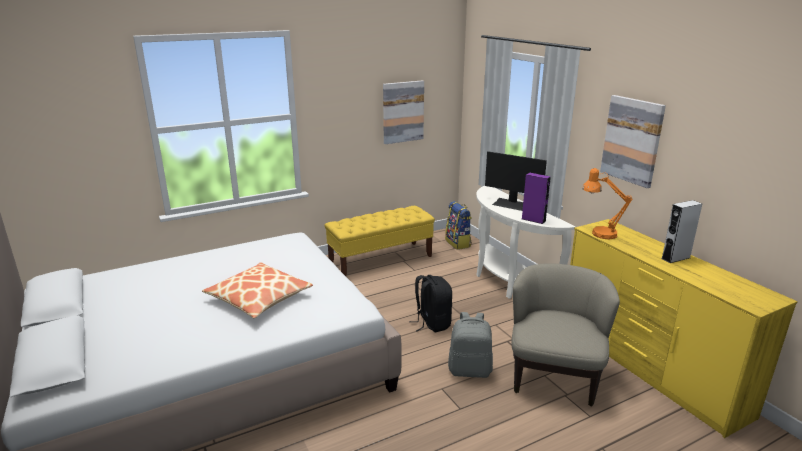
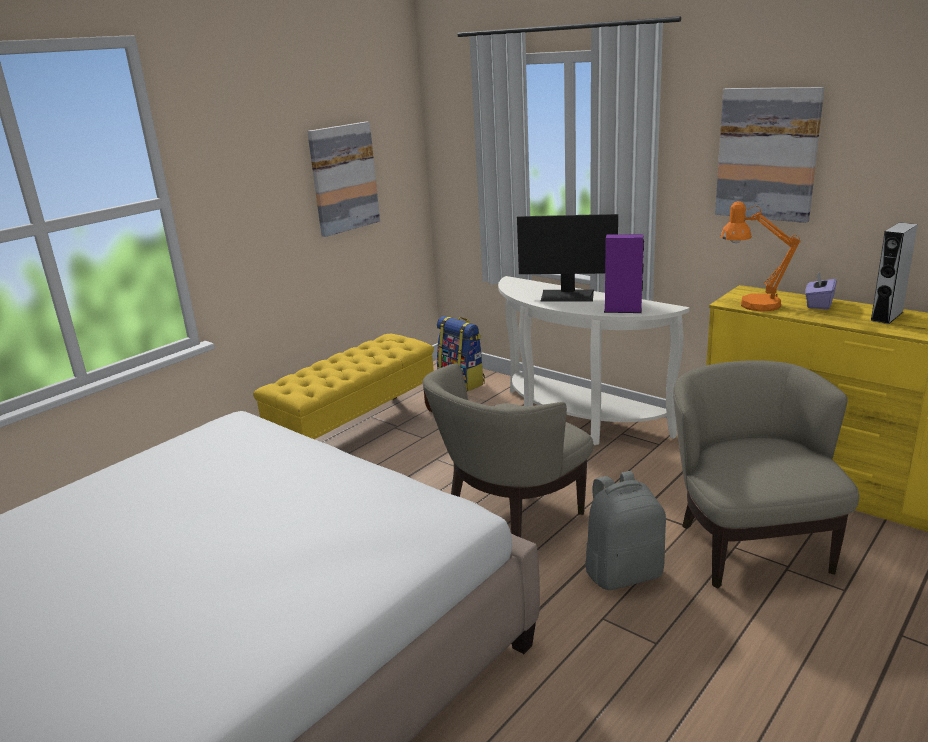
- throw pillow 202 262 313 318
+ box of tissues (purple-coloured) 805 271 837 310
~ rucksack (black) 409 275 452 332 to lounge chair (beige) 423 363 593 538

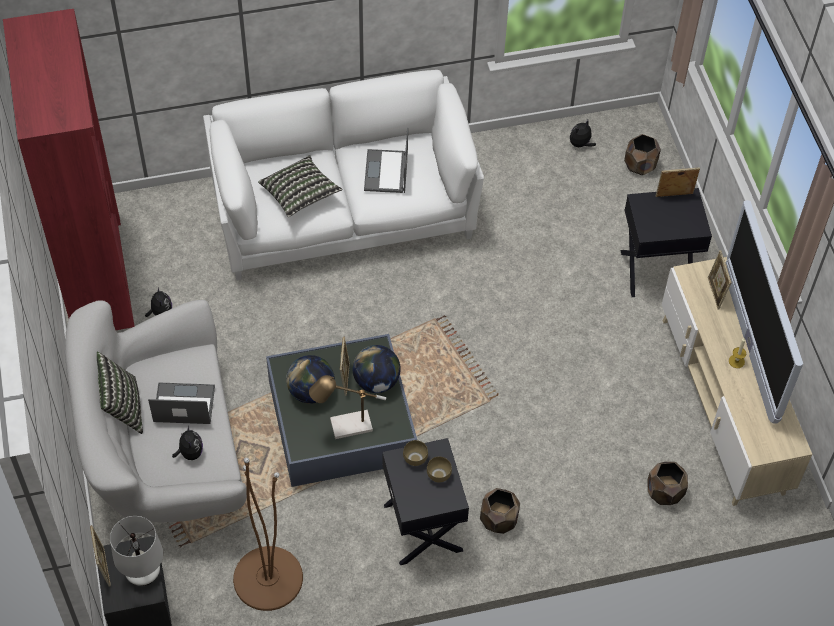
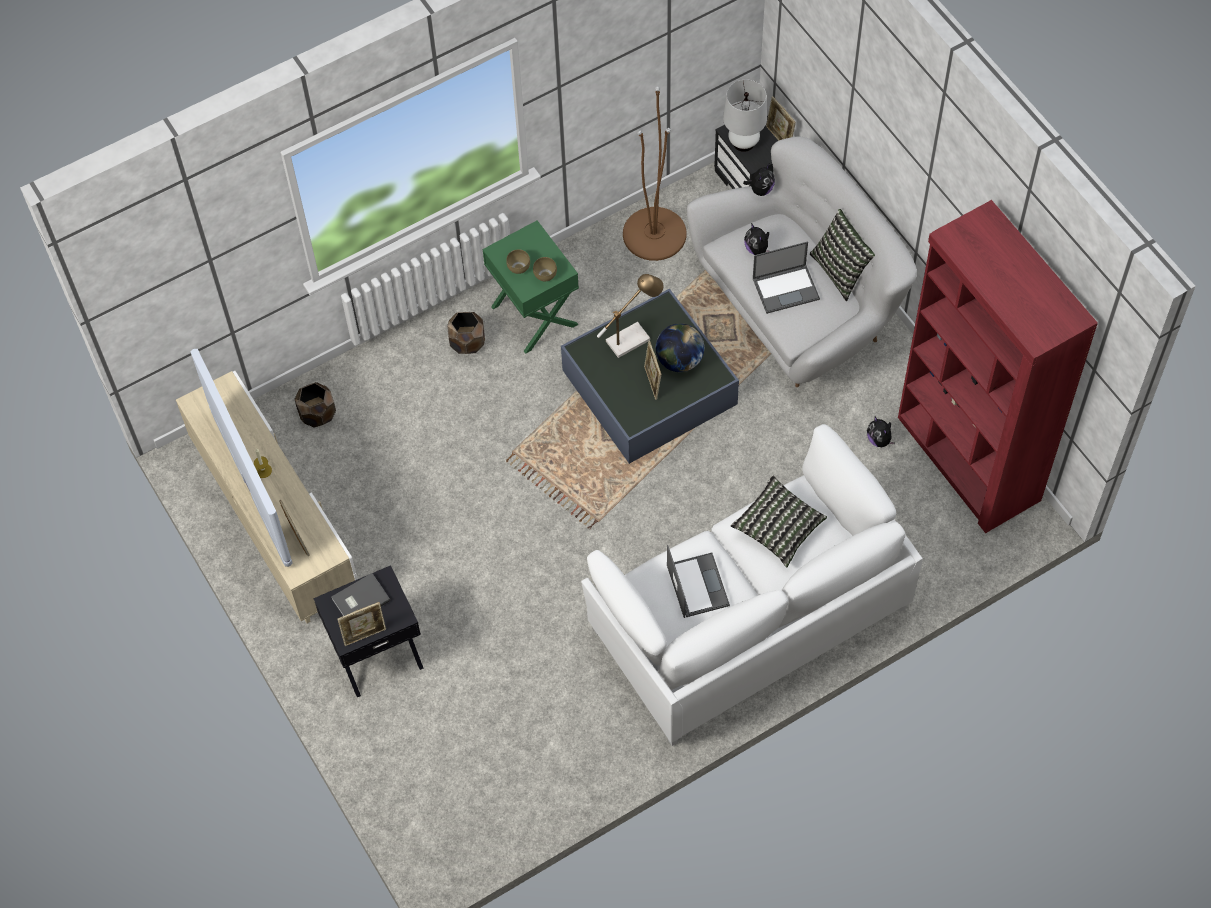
- world globe 352 345 401 393
- plant pot (brownish) 624 134 661 175
+ book (grey) 332 573 390 616
~ cuddly toy 570 120 596 147 to 743 164 775 196
~ accent table (black) 382 438 469 565 to accent table (green) 483 220 579 354

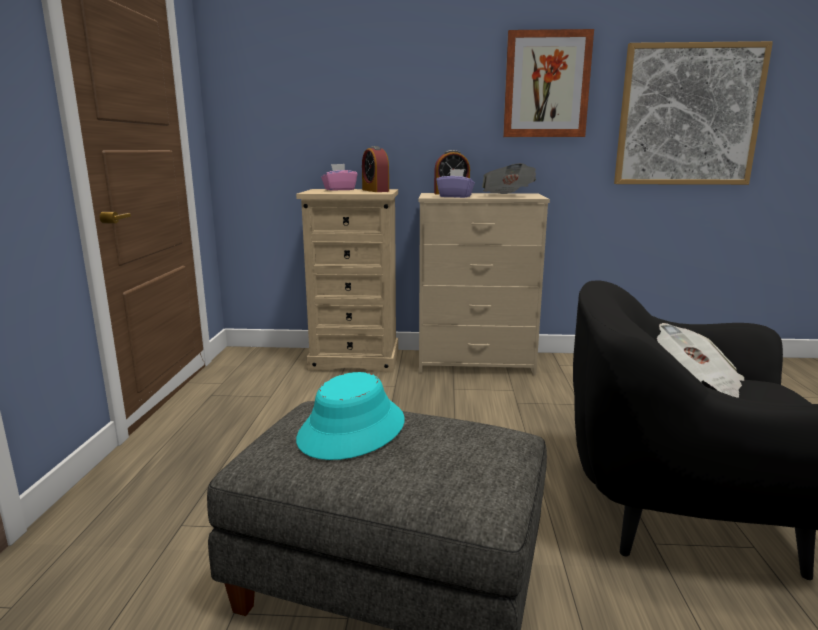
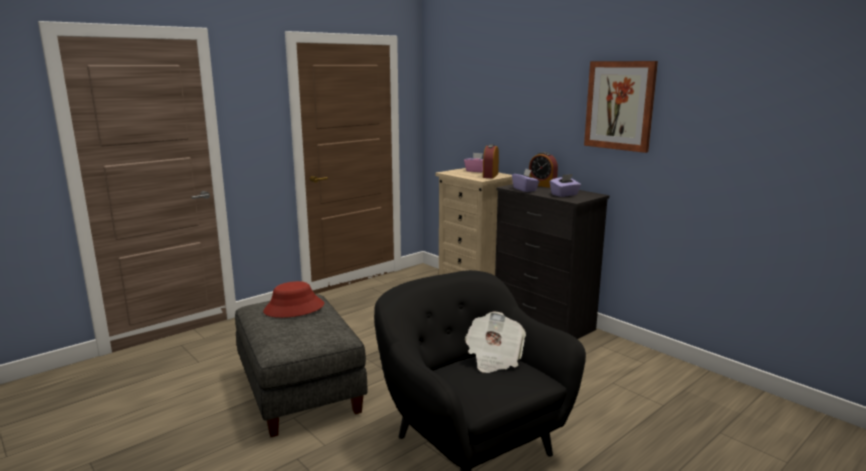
- picture 614 41 773 185
~ newspaper 482 163 536 194 to box of tissues (purple-coloured) 550 174 581 197
~ hat (blue-green) 296 372 405 460 to hat (red) 263 281 324 318
~ drawer chest (beige) 419 193 550 375 to drawer chest (black) 495 184 609 339

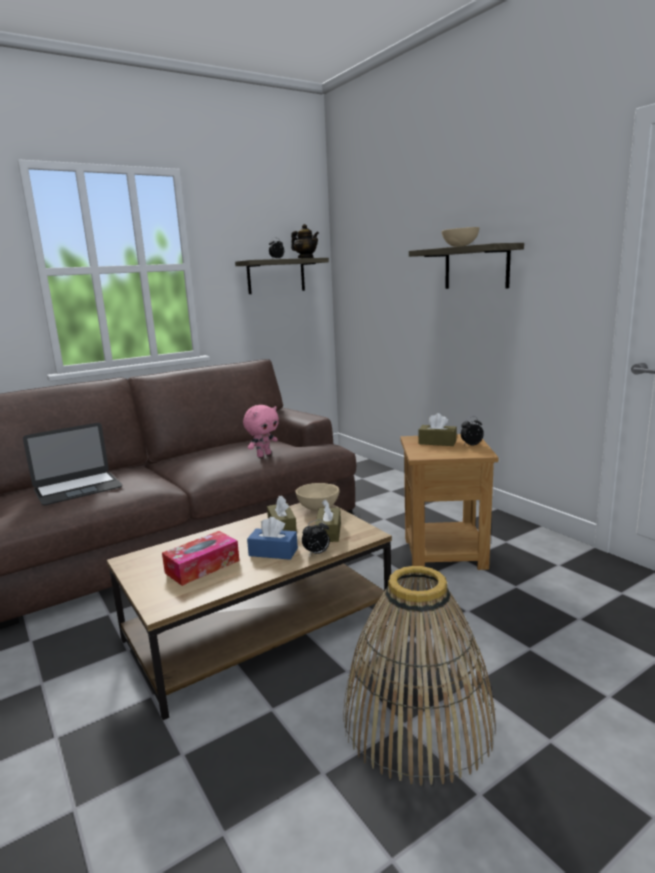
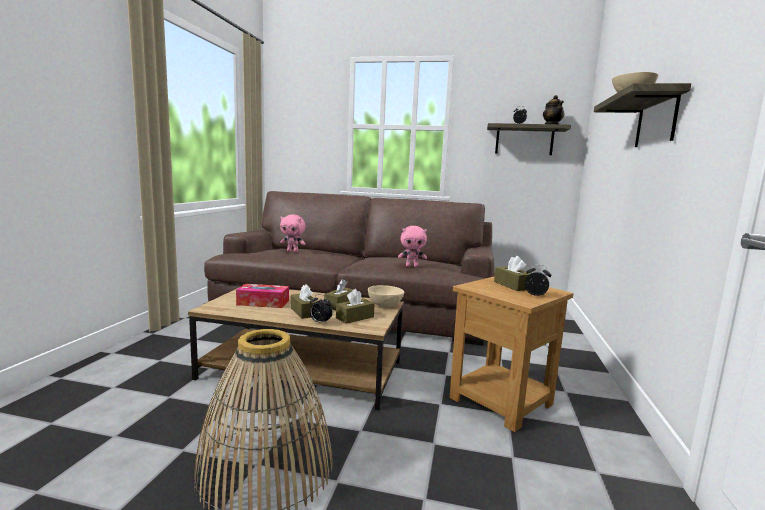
~ portable computer 23 423 122 505 to cuddly toy (pink) 280 215 305 252
~ box of tissues (bluish) 247 517 298 560 to box of tissues (brownish) 291 284 317 319

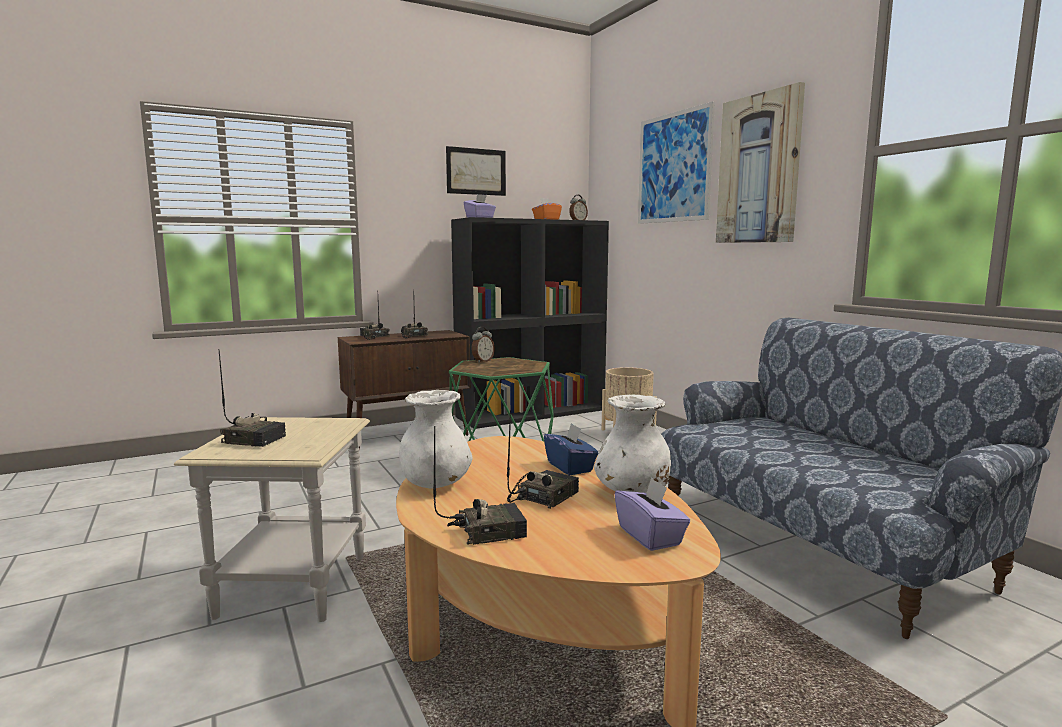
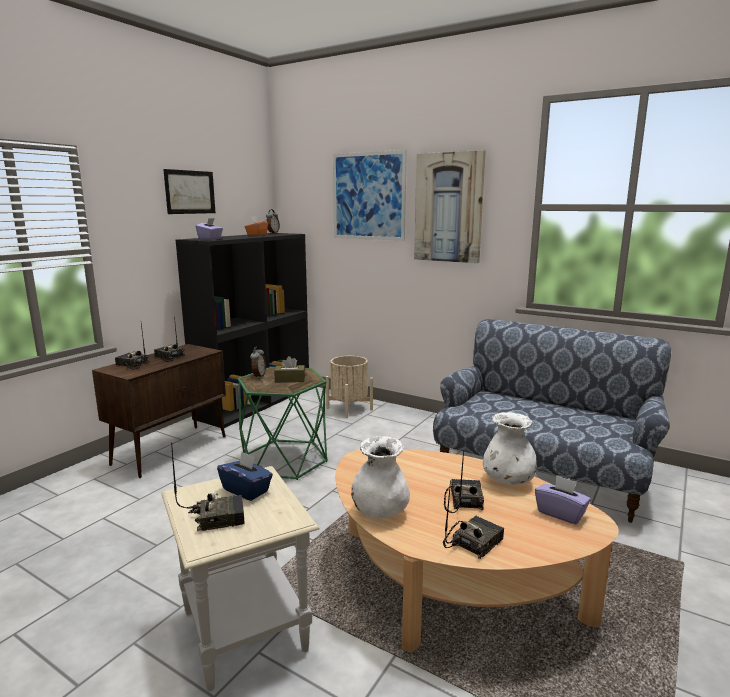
+ box of tissues (brownish) 274 356 305 382
~ box of tissues (bluish) 544 423 598 475 to 217 452 273 501

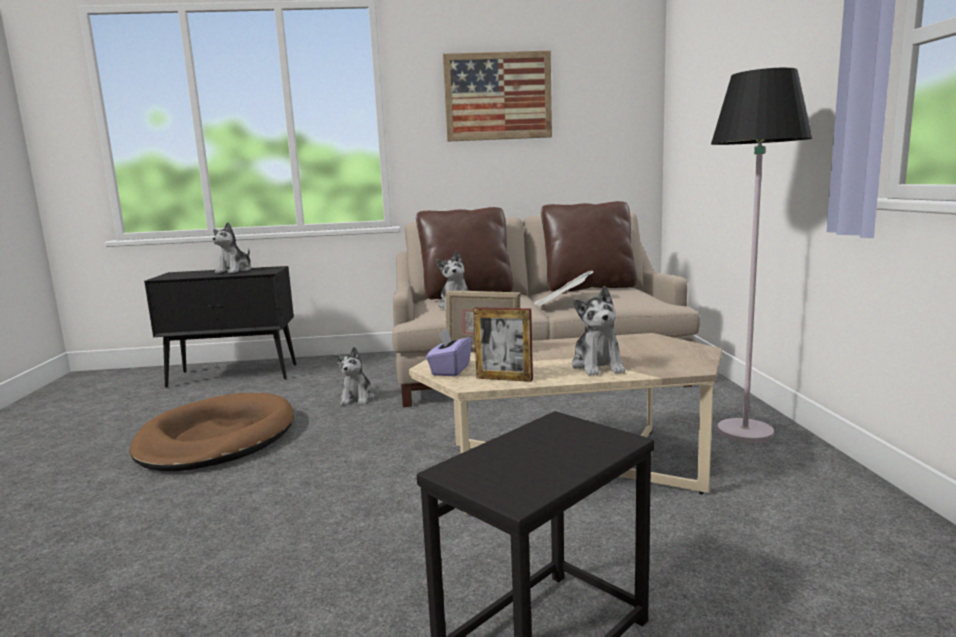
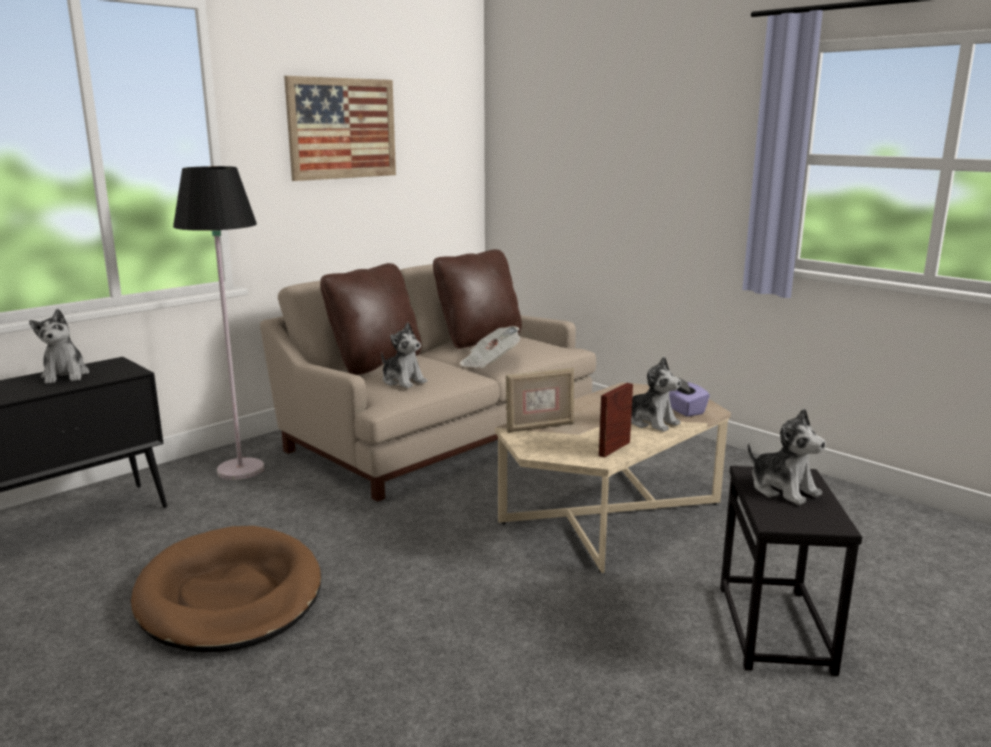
~ cuddly toy 334 347 375 405 to 748 408 826 505
~ box of tissues (purple-coloured) 426 328 472 376 to 669 377 710 417
~ standing lamp (black) 711 67 812 443 to 173 166 264 480
~ picture frame 473 307 533 382 = 599 383 633 458 150 degrees clockwise

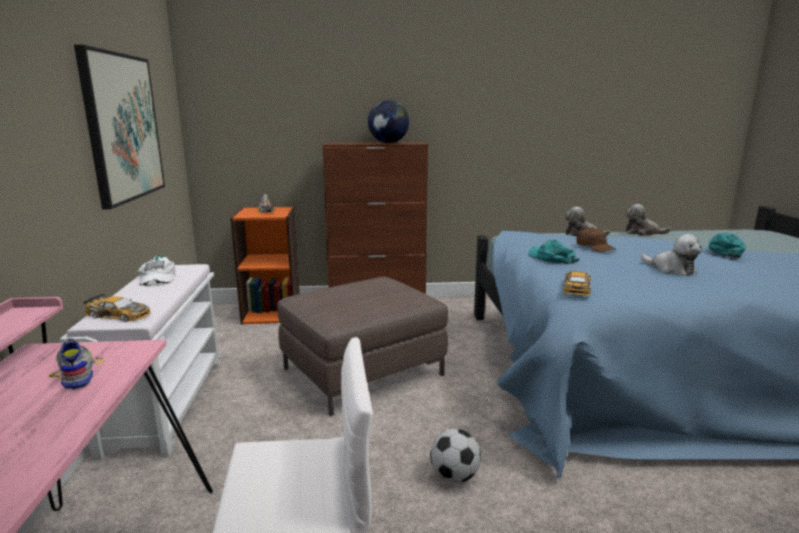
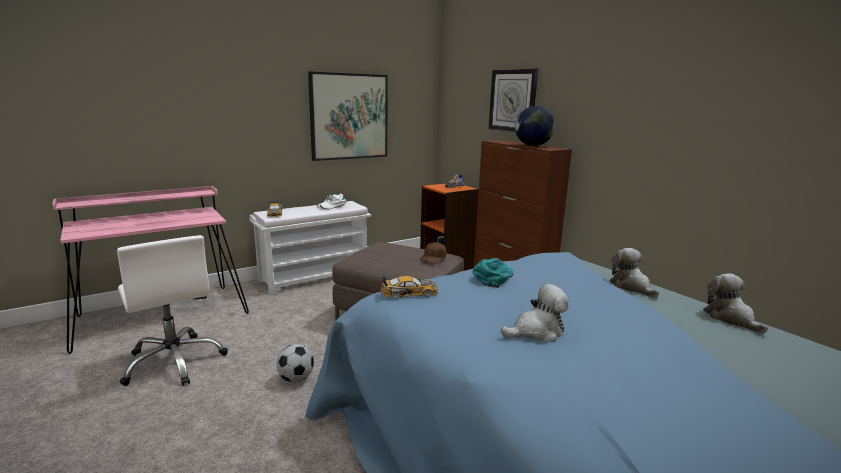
- low shoe 49 338 104 389
- baseball cap (blue-green) 709 233 746 257
+ hanging clock 489 69 538 132
~ baseball cap (brownish) 577 227 616 253 to 420 242 446 264
~ cuddly toy 641 234 702 276 = 501 284 569 342 135 degrees counterclockwise

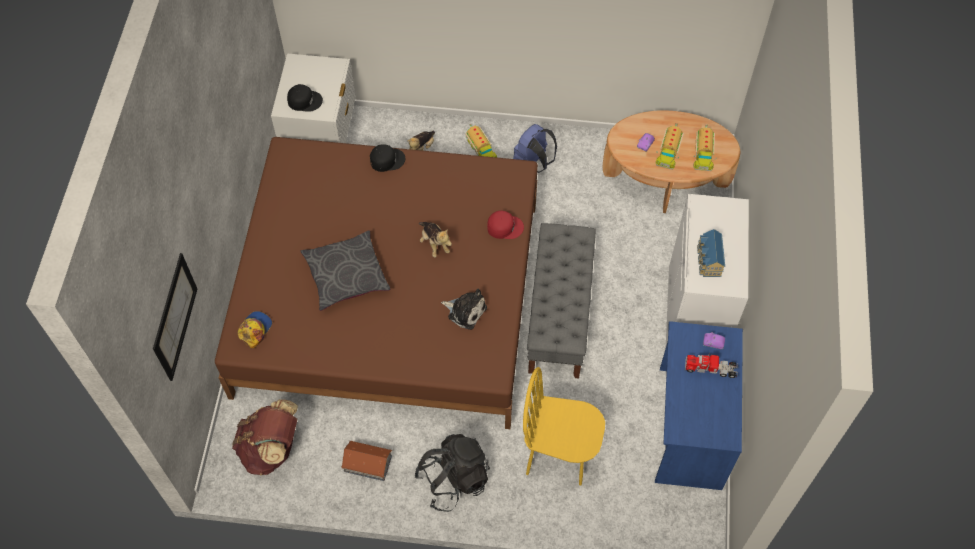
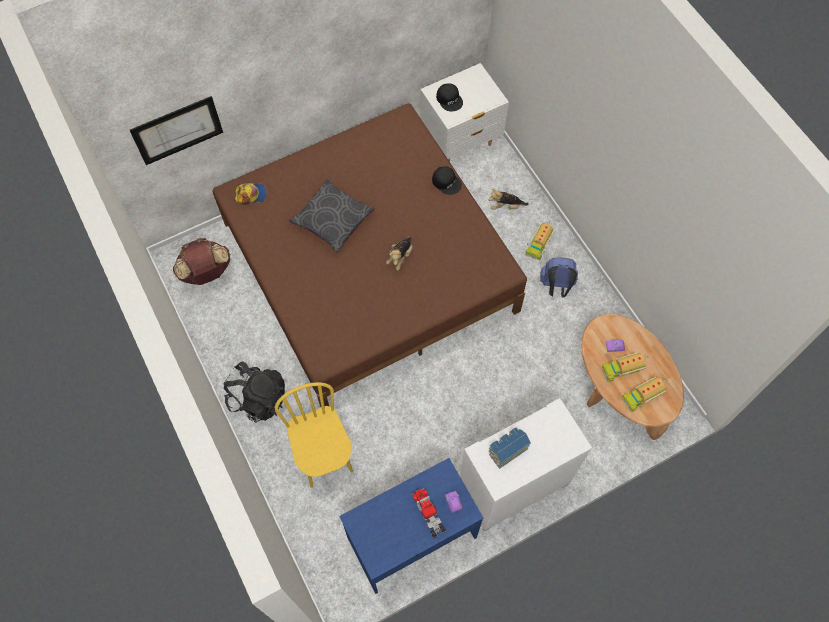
- model house 341 441 392 481
- cuddly toy 441 289 487 330
- baseball cap (red) 487 210 524 239
- bench (grey) 527 223 596 379

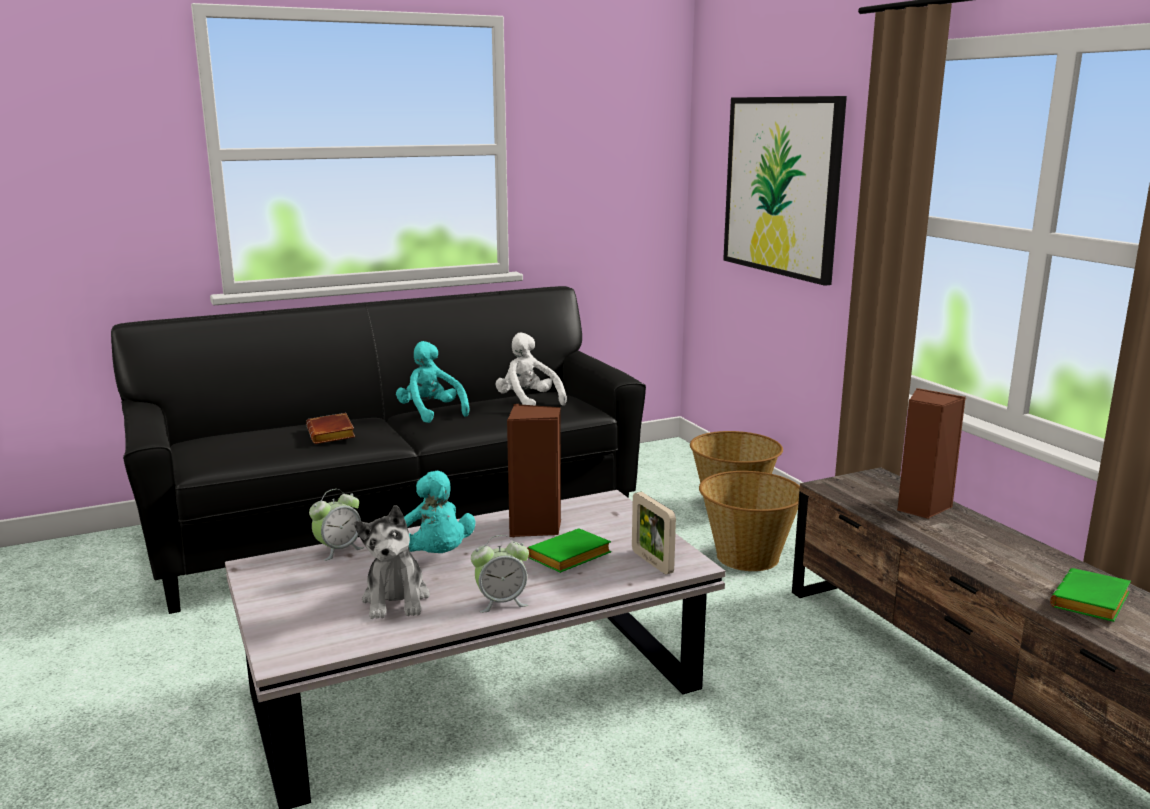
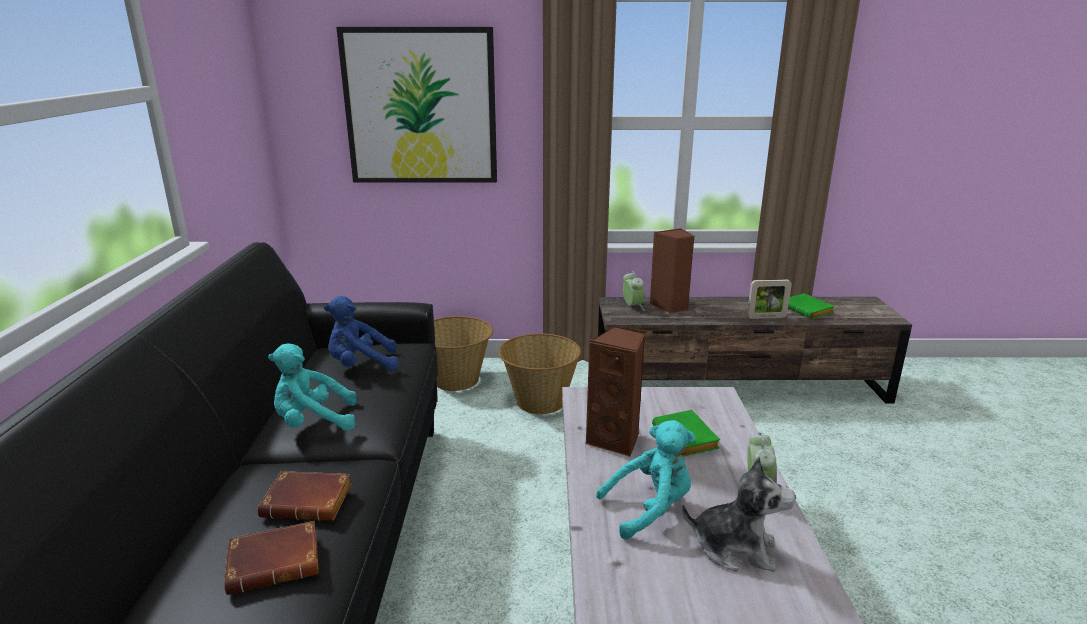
+ book (brownish) 224 521 319 595
~ table clock 309 489 364 561 to 623 271 645 311
~ picture frame 632 492 676 575 to 747 279 792 319
~ cuddly toy (whitish) 496 333 567 406 to cuddly toy (bluish) 324 296 399 371

